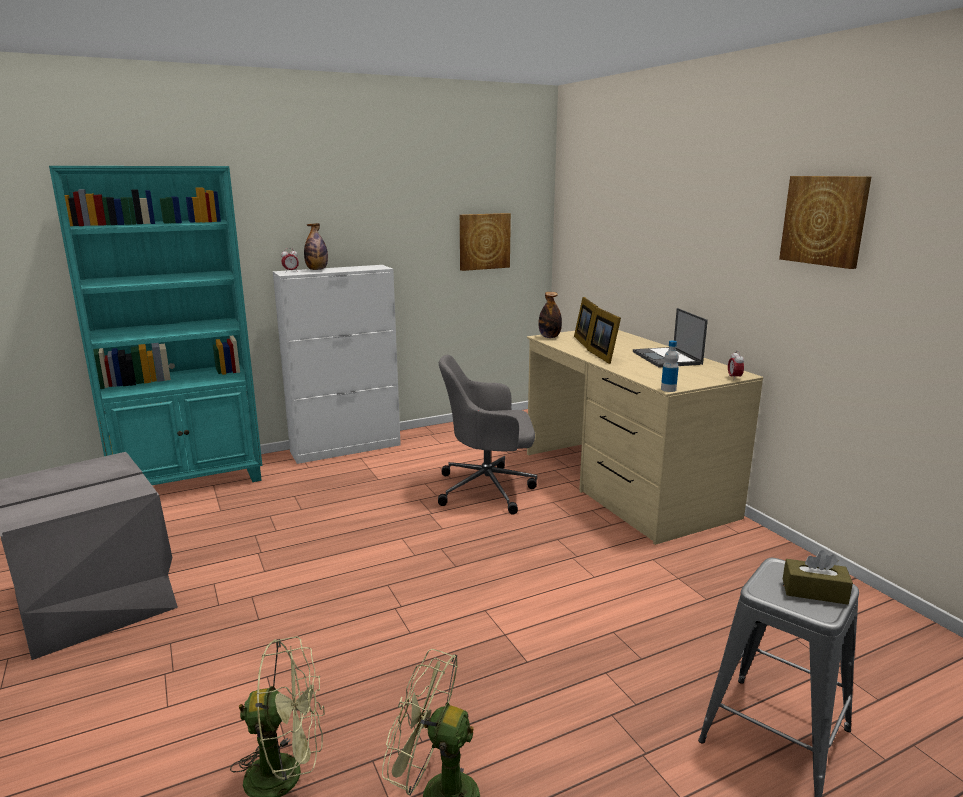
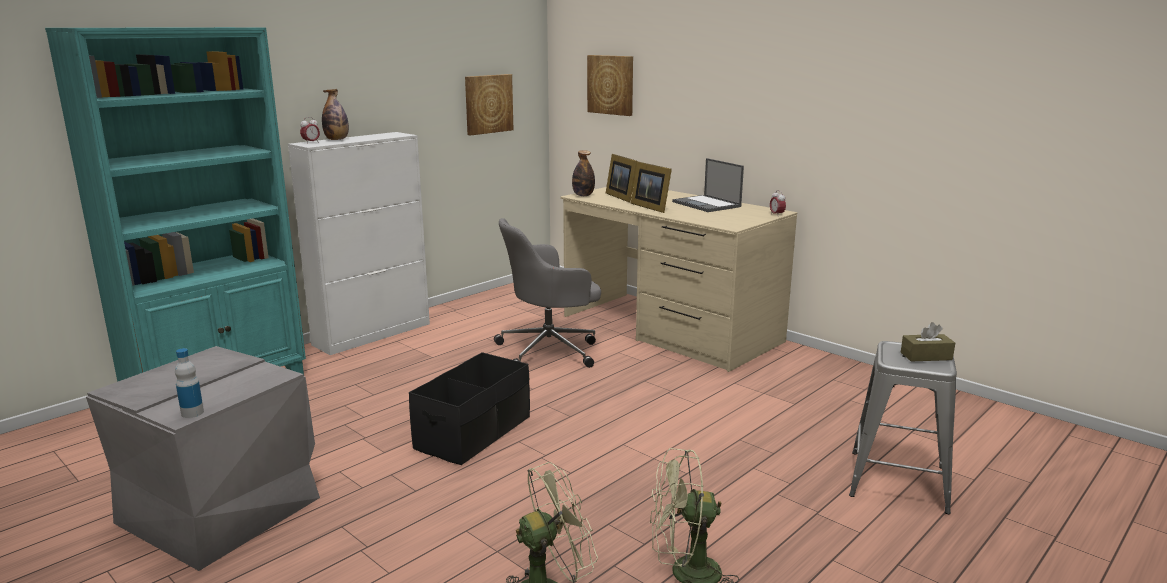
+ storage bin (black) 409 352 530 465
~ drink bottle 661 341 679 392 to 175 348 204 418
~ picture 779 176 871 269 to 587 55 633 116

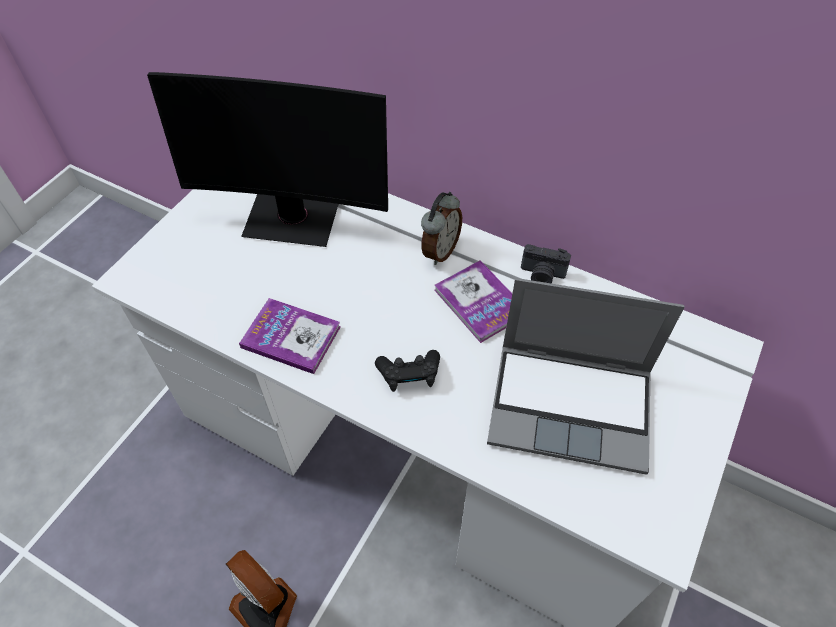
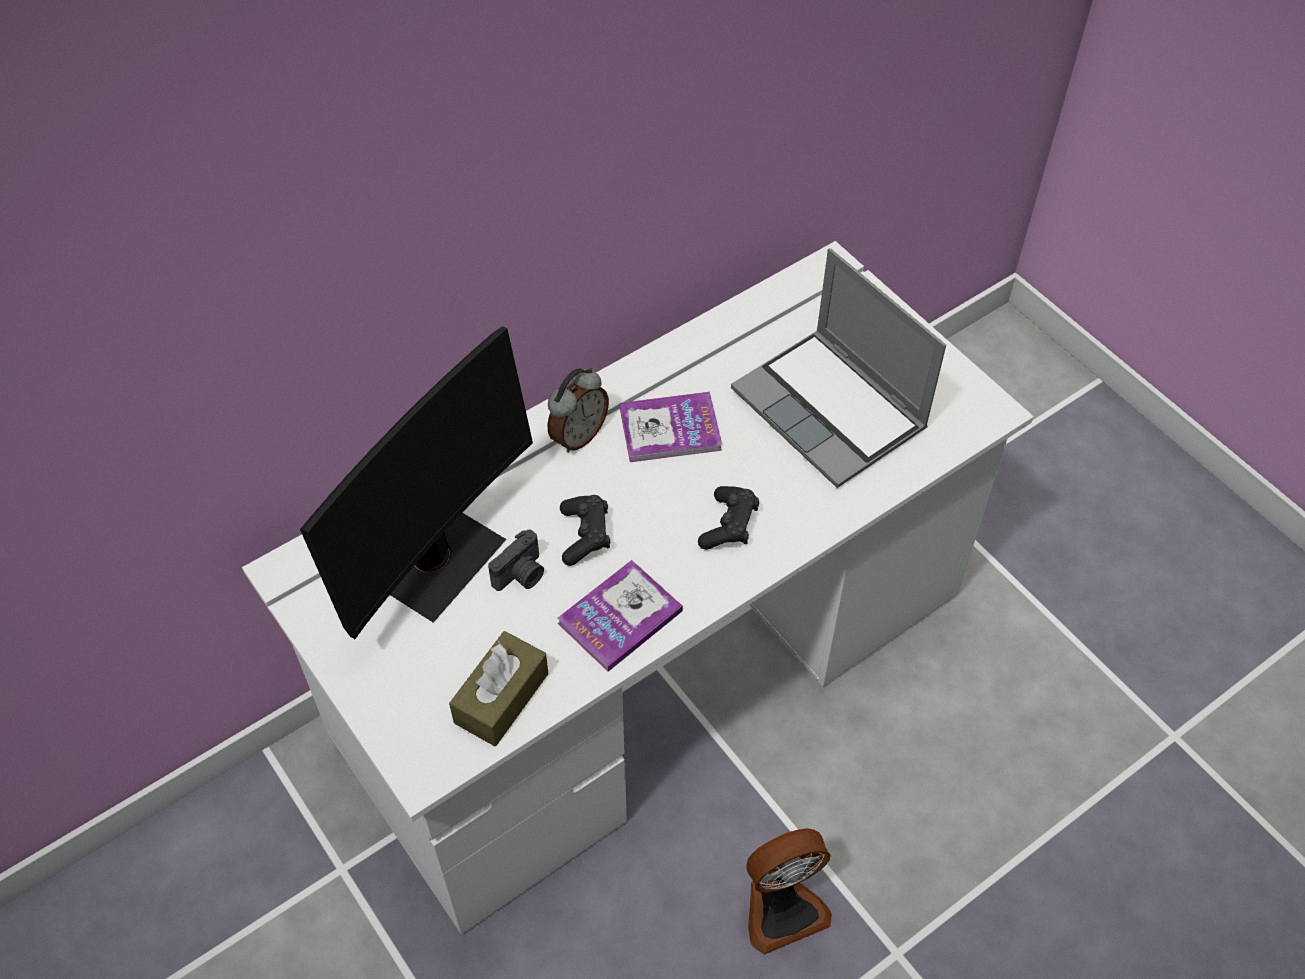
+ box of tissues (brownish) 449 631 548 746
+ game controller (black) 560 495 610 566
~ still camera 521 244 571 283 to 488 529 544 591
~ table clock 421 192 462 265 = 548 368 609 453 75 degrees clockwise
~ portable computer 487 278 685 474 = 731 248 946 488 105 degrees clockwise

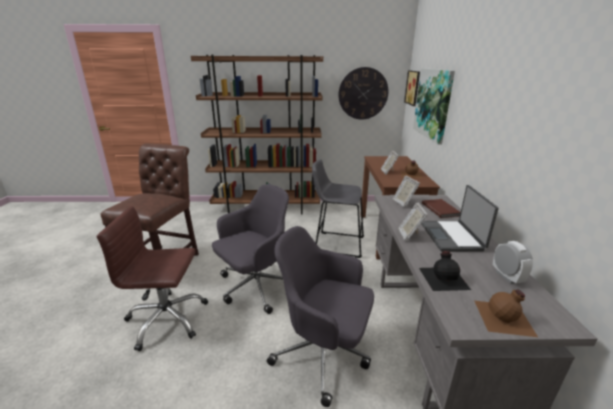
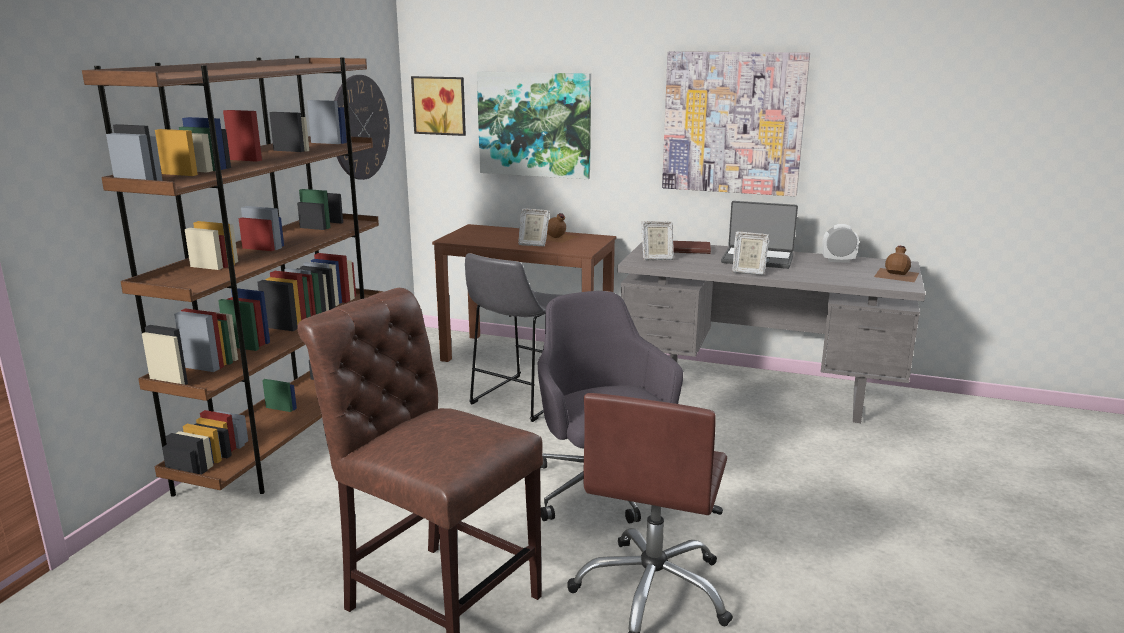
- desk chair (grey) 267 226 374 407
- drink bottle (black) 419 251 471 291
+ picture 662 51 810 196

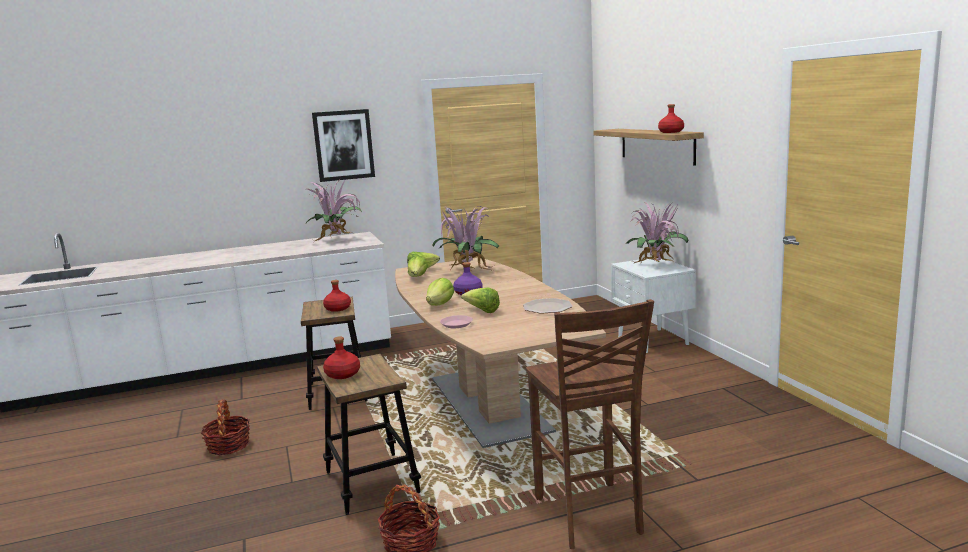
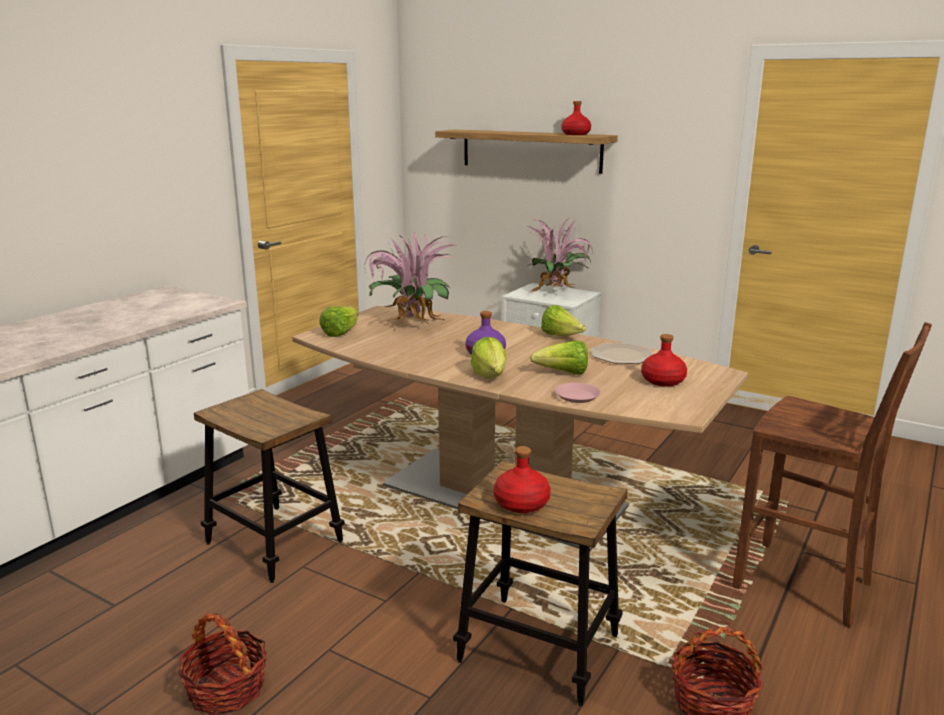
- potted plant 305 178 362 242
- picture 312 109 375 182
~ drink bottle (red) 323 280 351 312 to 641 334 687 386
~ head of lettuce 408 256 428 277 to 541 305 586 336

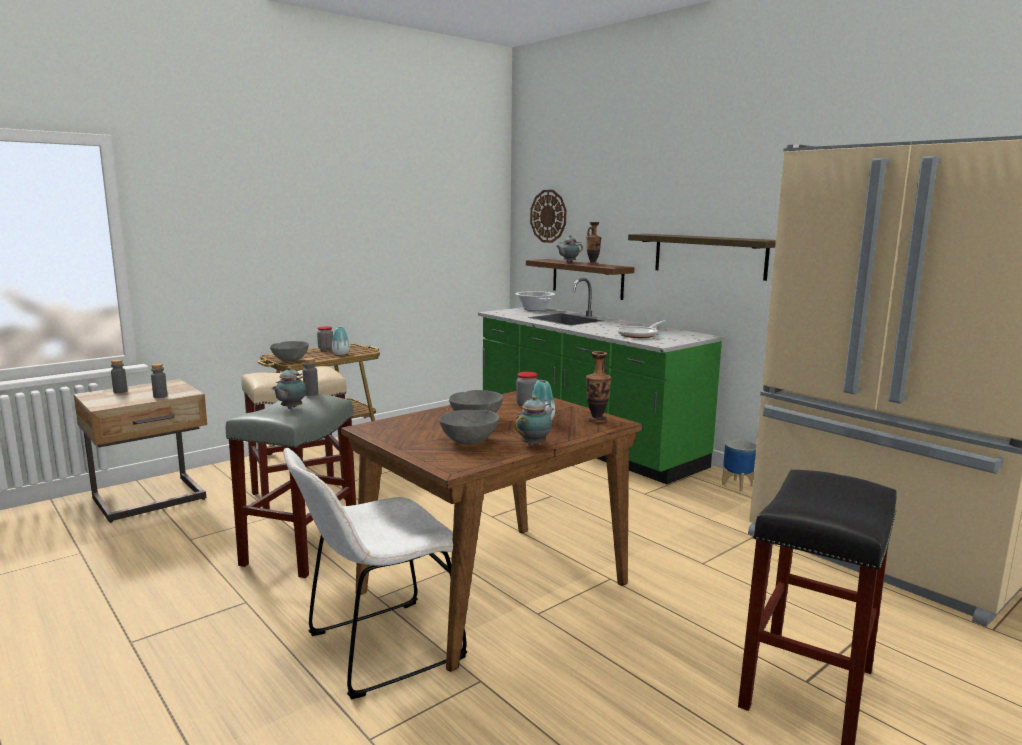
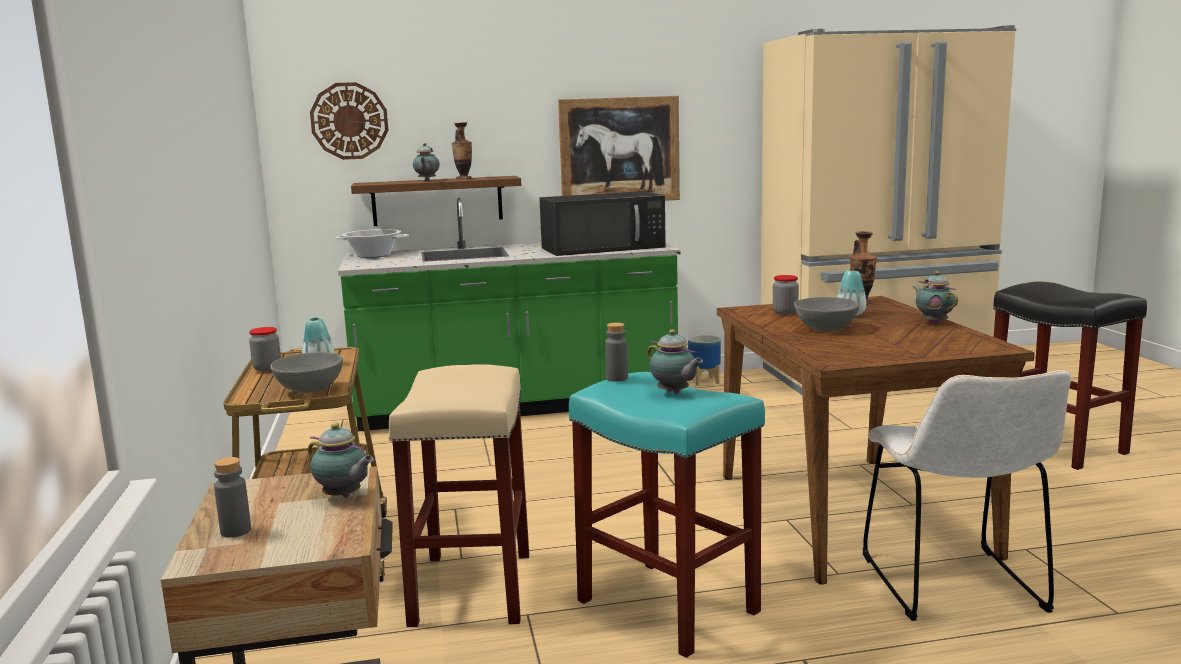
- serving bowl (grey) 439 410 499 445
~ drink bottle (grey) 151 363 168 398 to tea pot 308 423 374 498
~ pan 617 320 666 338 to microwave (black) 539 191 666 256
~ shelf 628 234 776 281 to picture 558 96 680 201
~ sitting stool (grey) 226 394 356 578 to sitting stool (blue-green) 569 372 765 658

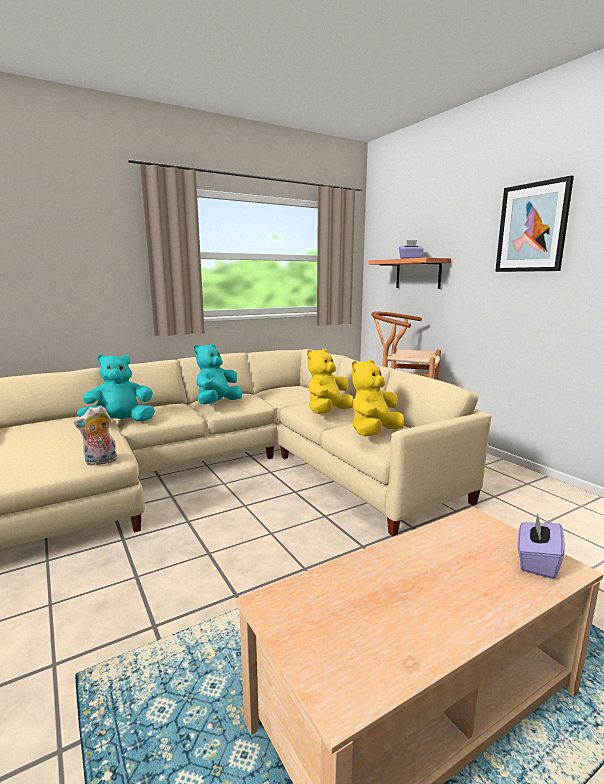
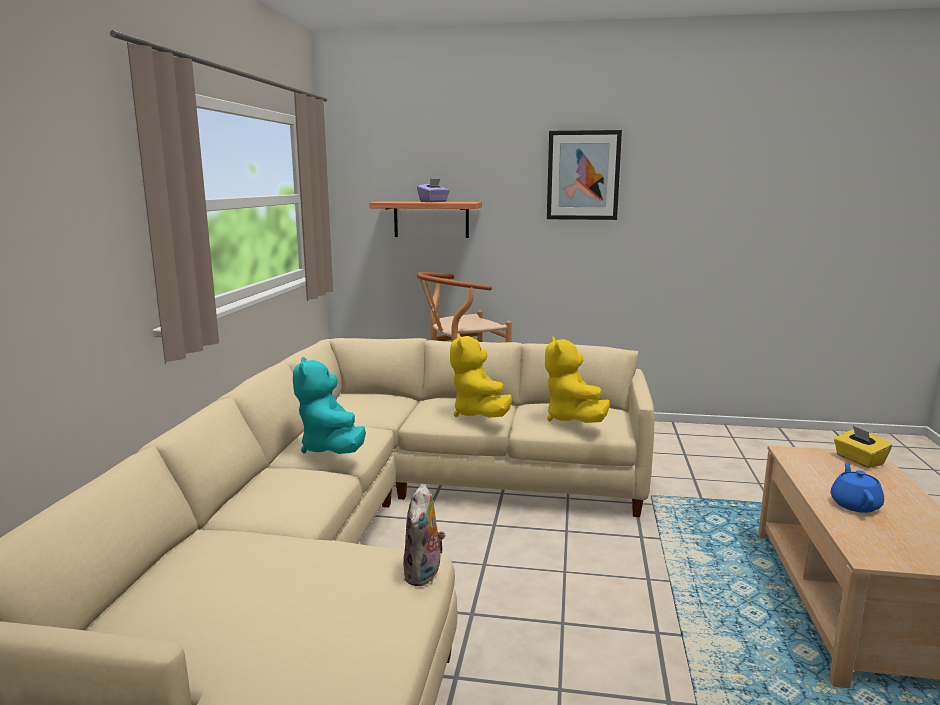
- cuddly toy (blue-green) 77 354 155 421
+ tea pot (bluish) 830 463 884 513
~ box of tissues (purple-coloured) 518 513 564 579 to box of tissues (yellowish) 834 426 892 468

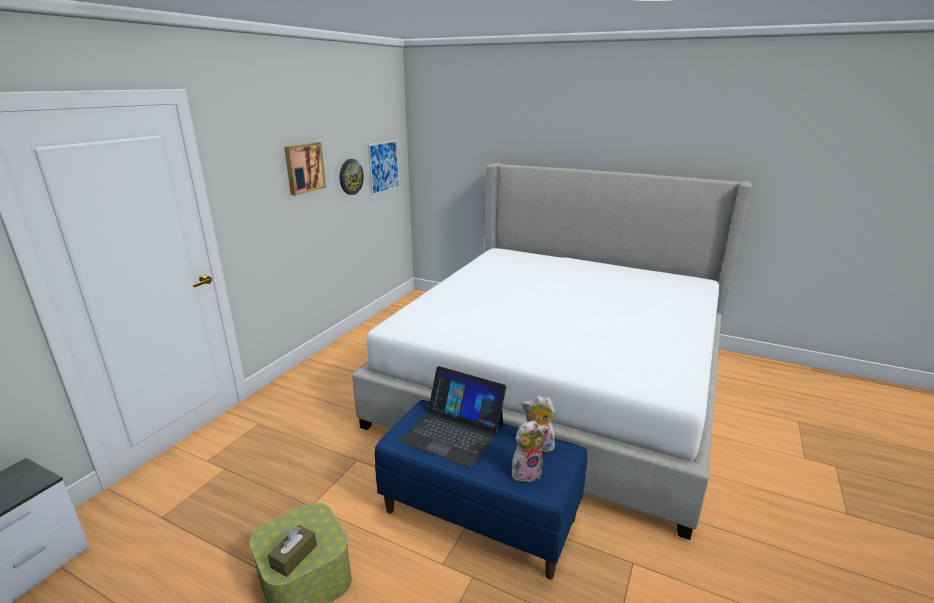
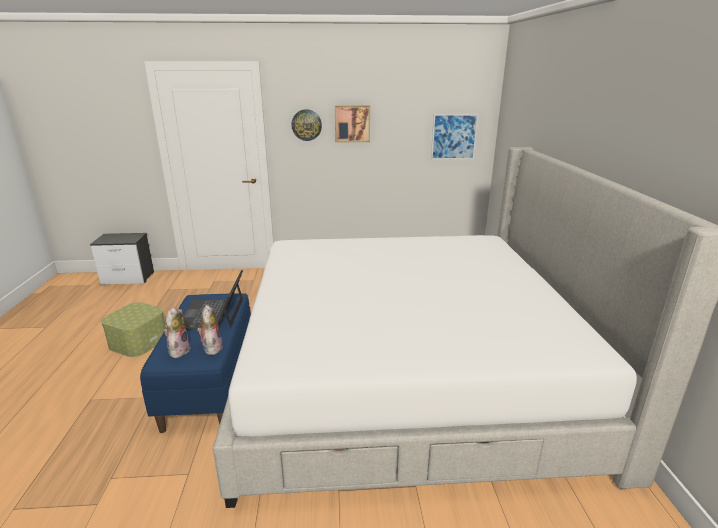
- box of tissues (brownish) 268 525 317 577
~ hanging clock 340 159 364 195 to 291 109 322 141
~ cuddly toy 512 420 549 482 = 164 307 191 358 120 degrees counterclockwise

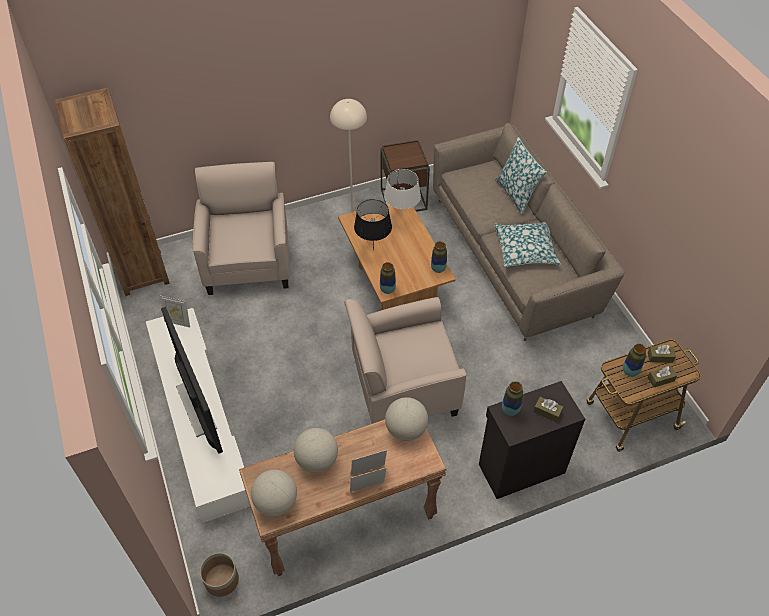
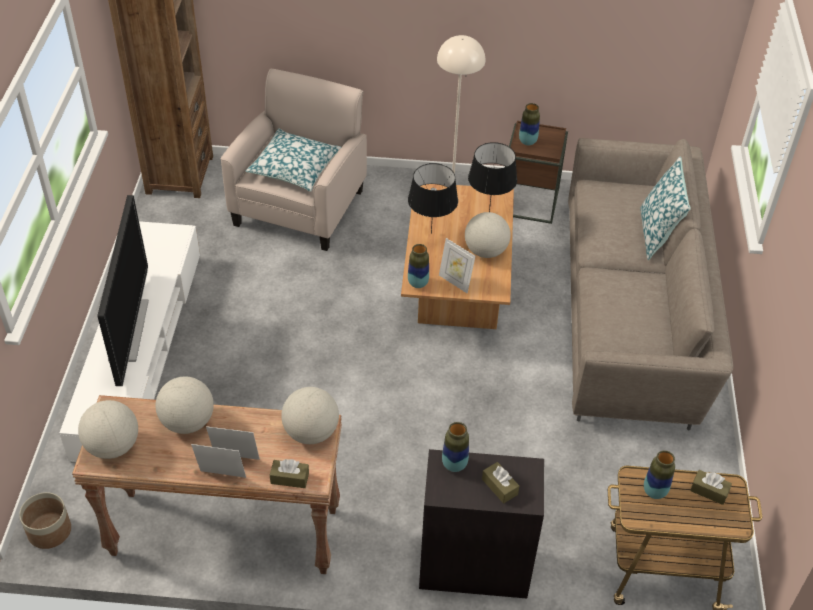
- lounge chair (beige) 344 297 467 424
+ world globe 465 212 511 258
~ picture frame 160 296 190 327 to 439 238 476 293
~ vase 431 241 447 273 to 519 103 540 146
~ throw pillow 494 222 561 267 to 246 128 341 192
~ box of tissues (brownish) 647 366 677 387 to 270 459 309 488
~ lamp for a table (whitish) 384 169 421 209 to lamp for a table (black) 468 142 517 212

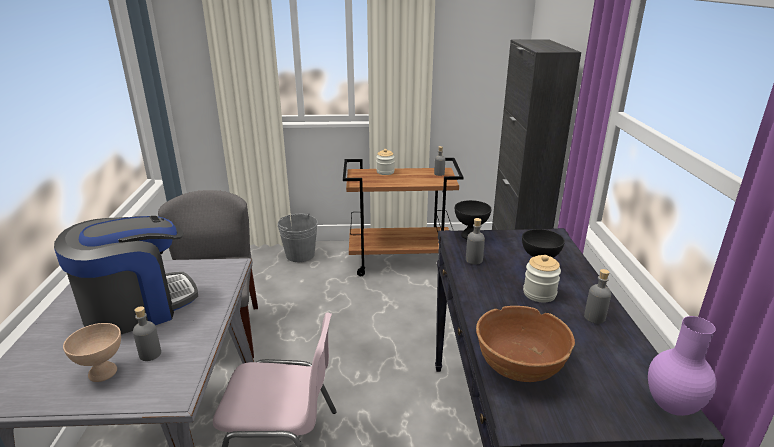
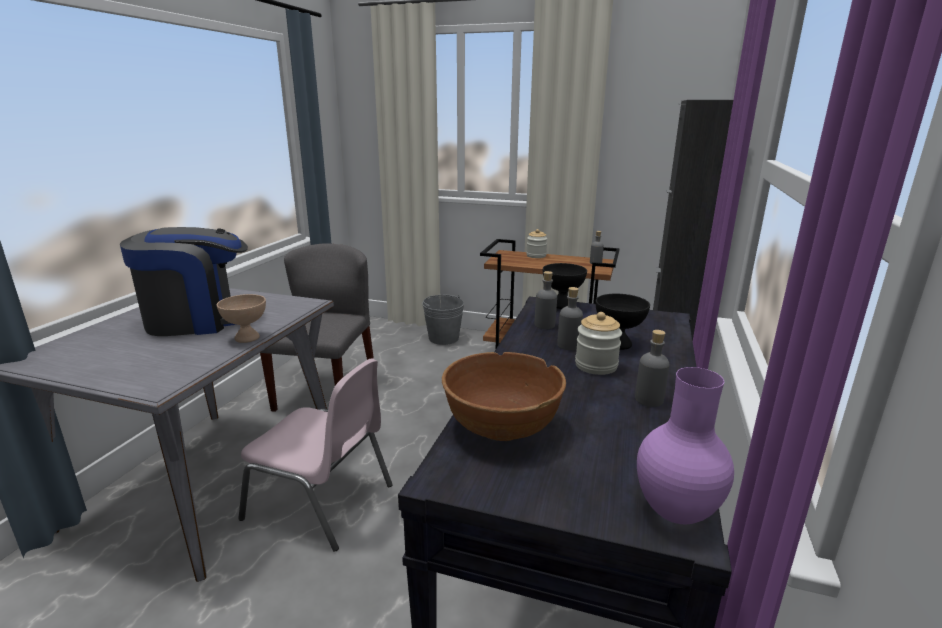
~ serving bowl (beige) 63 323 121 382 to 217 294 266 343
~ drink bottle (grey) 133 306 161 361 to 557 287 583 350

